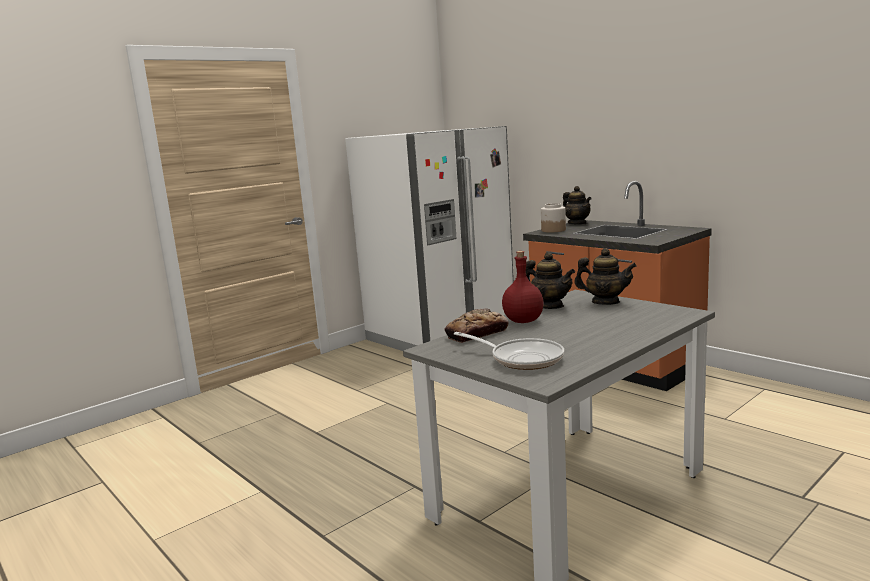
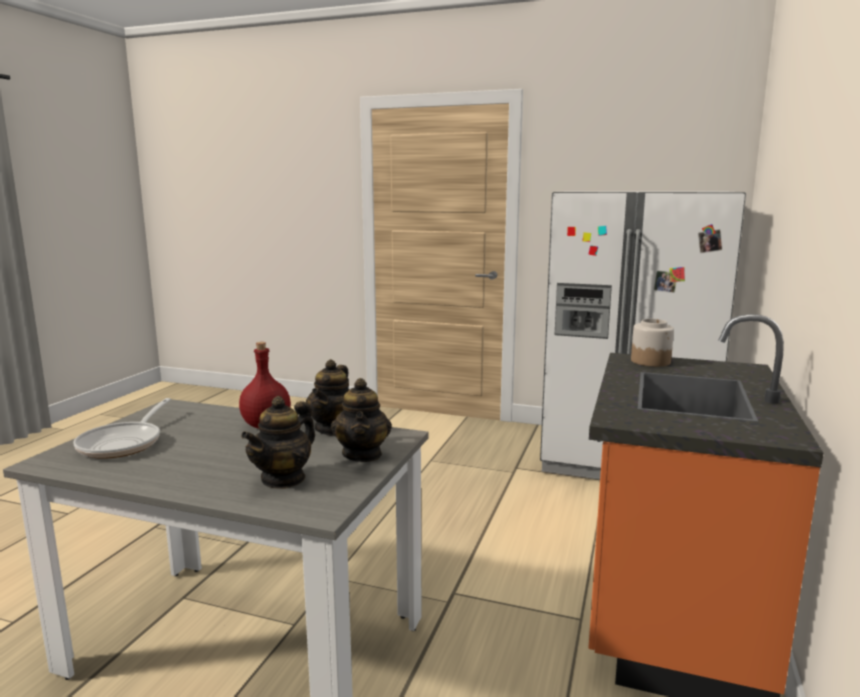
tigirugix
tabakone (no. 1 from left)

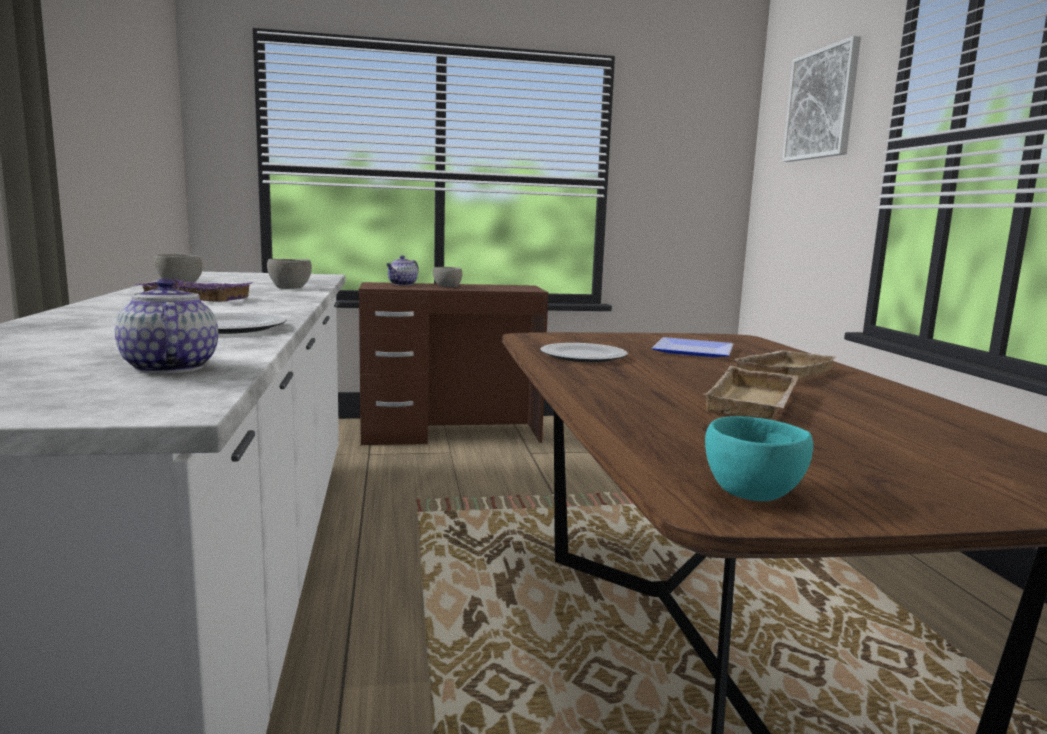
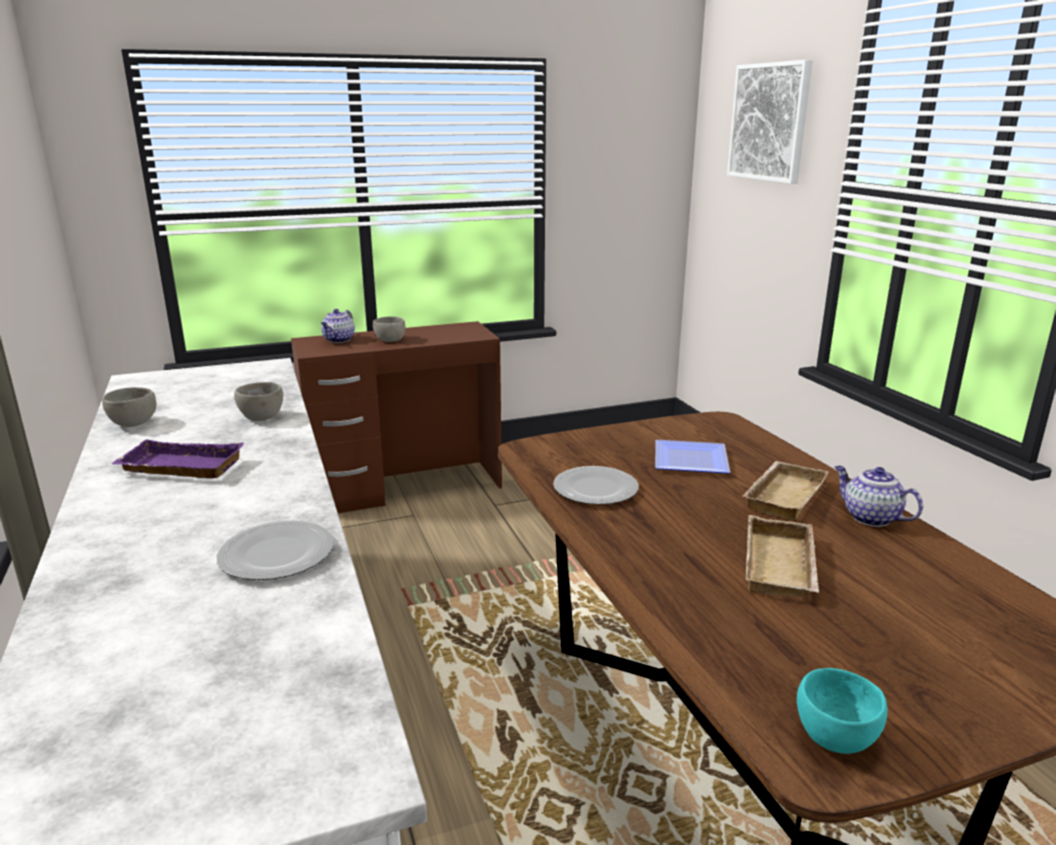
tabakone (no. 2 from left)

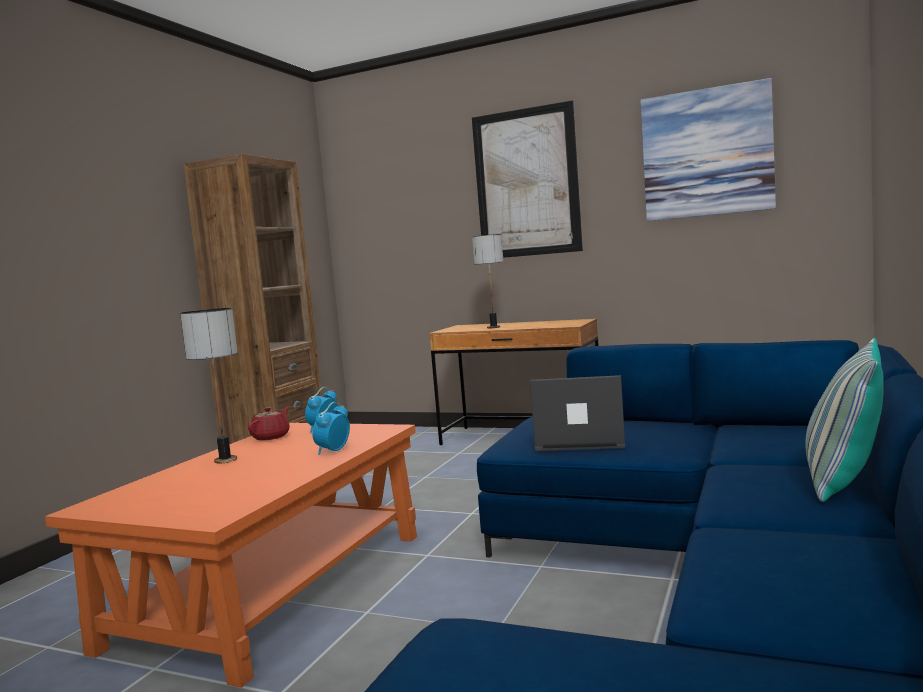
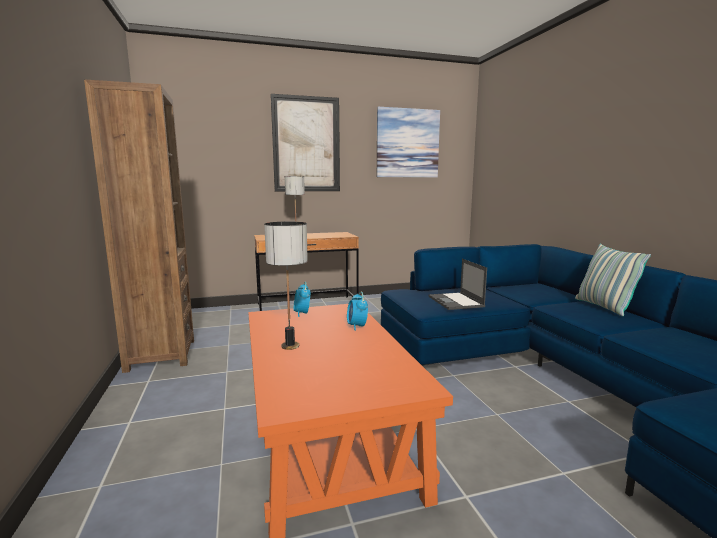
tabakone (red)
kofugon

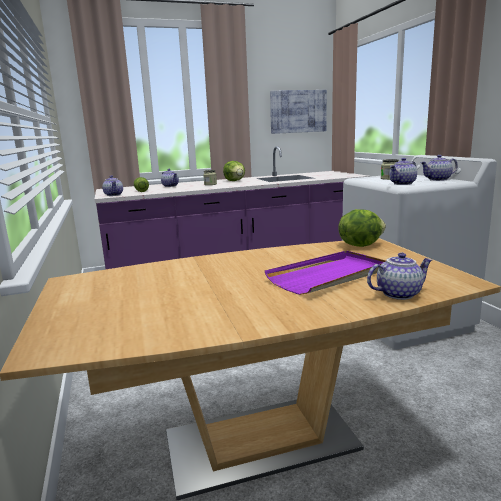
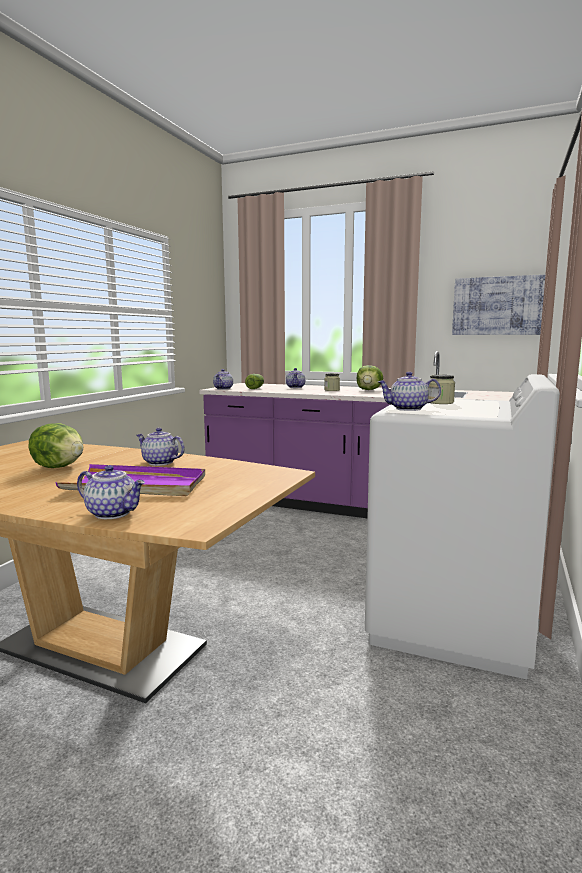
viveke (no. 1 from left)
tabakone (no. 2 from left)

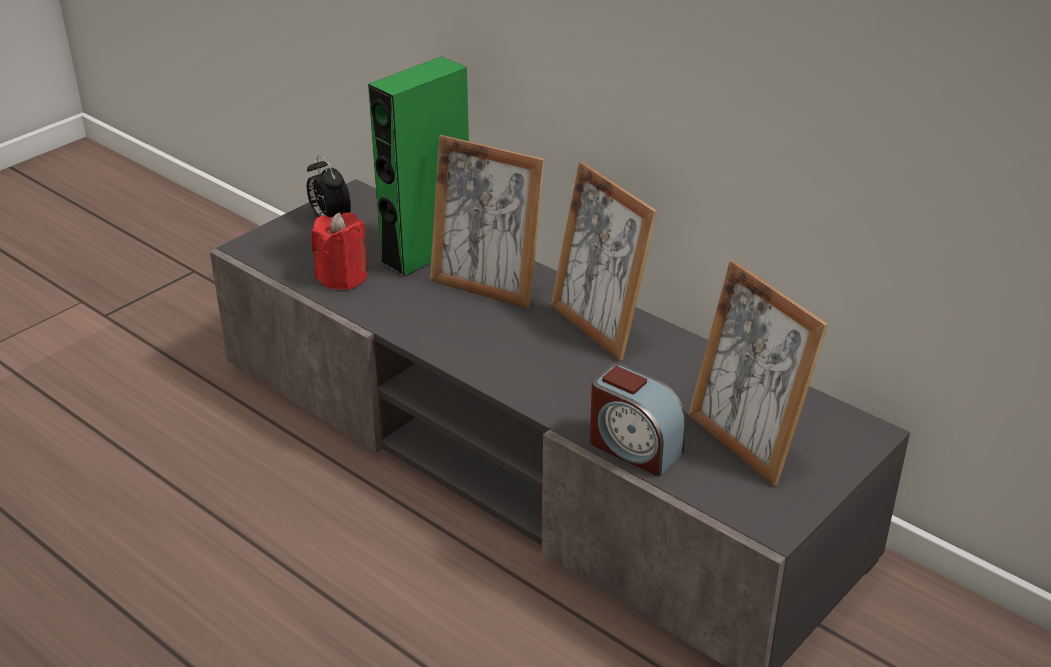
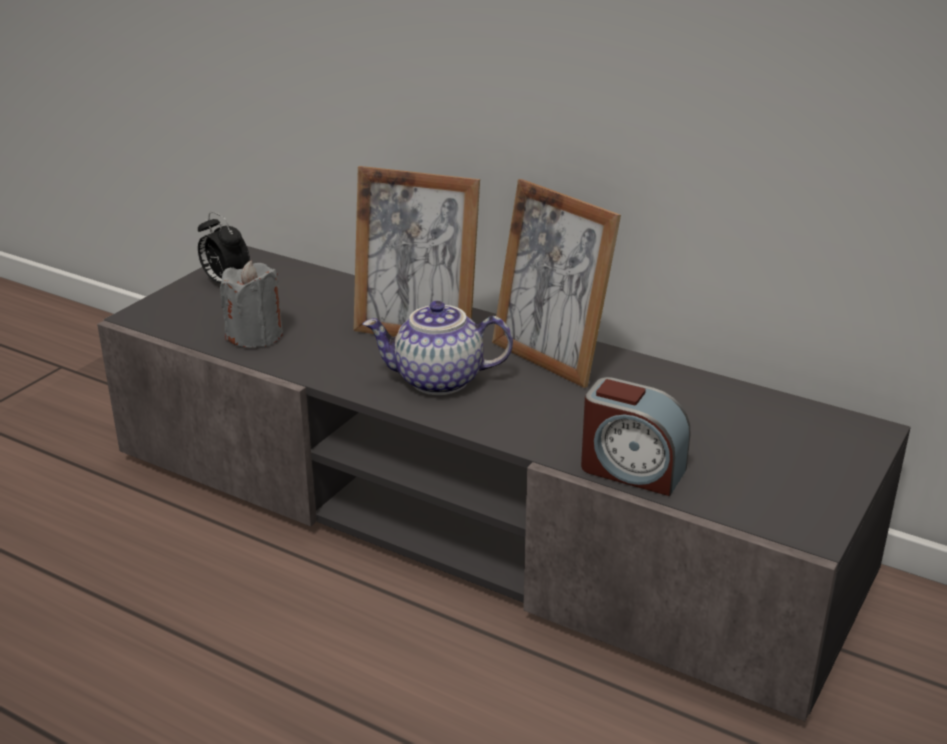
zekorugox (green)
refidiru (no. 3 from left in the first image)
tabakone
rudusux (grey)

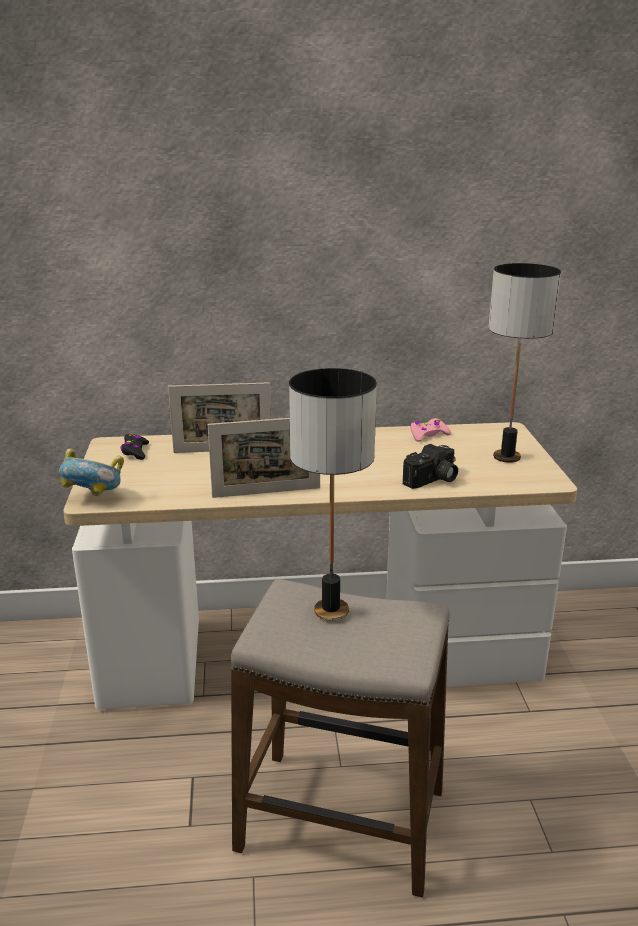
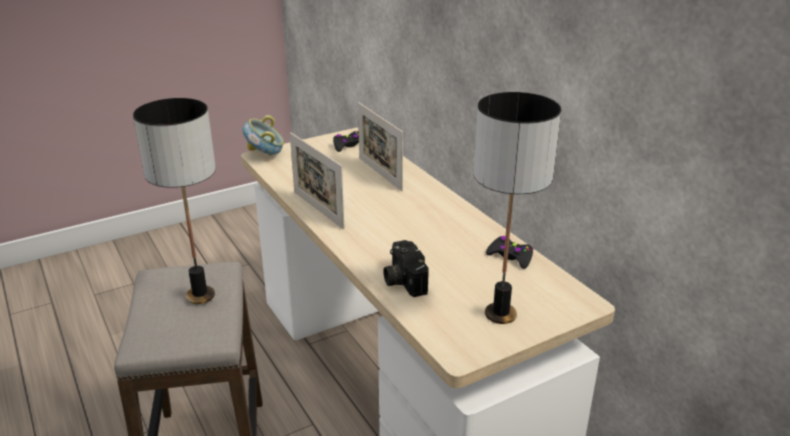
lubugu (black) (no. 2 from left)
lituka

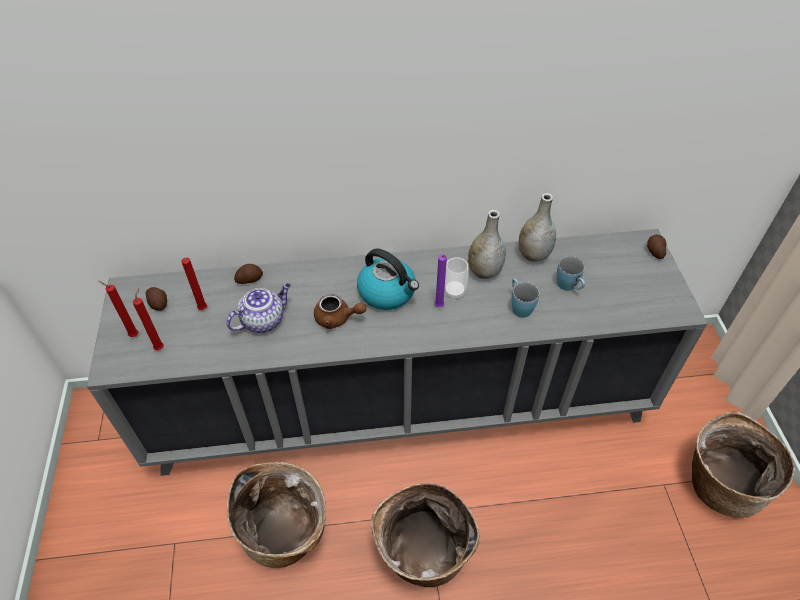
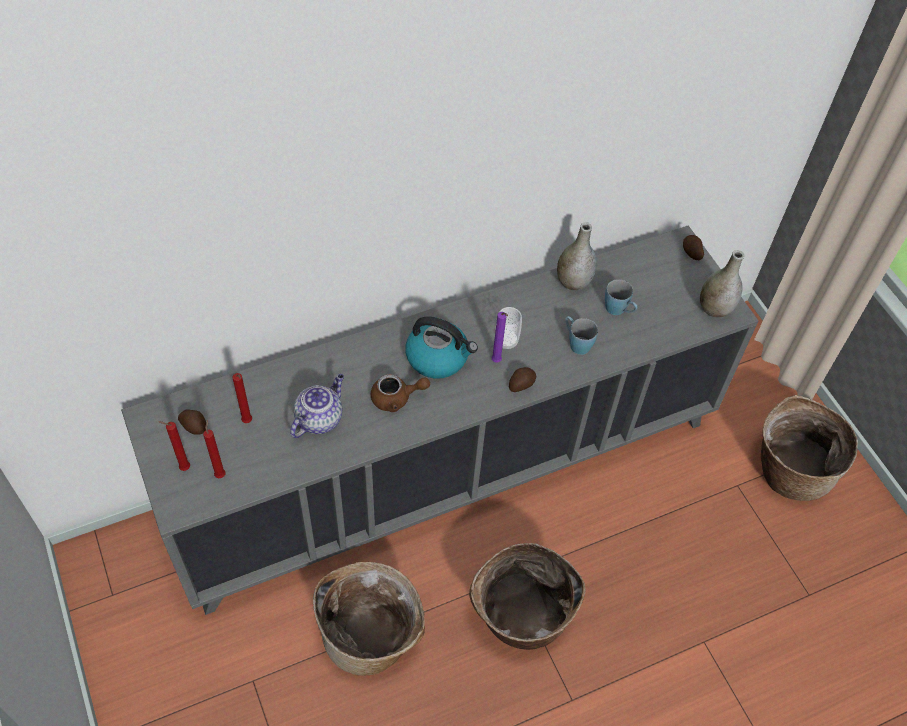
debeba (no. 2 from left)
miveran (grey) (no. 2 from left)

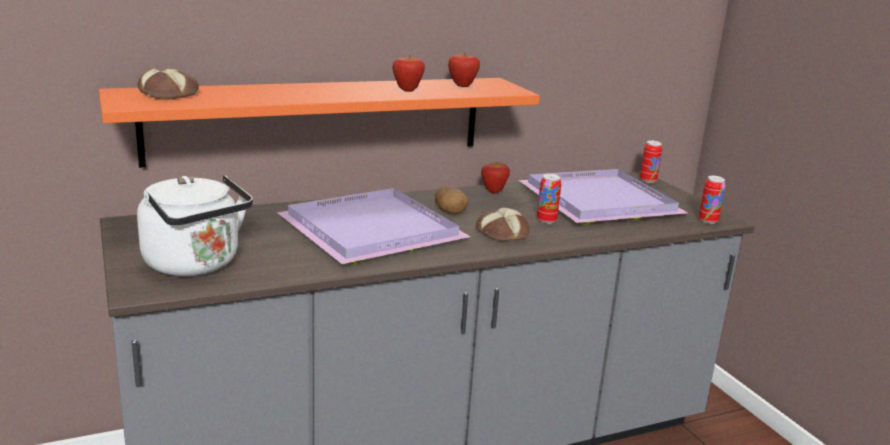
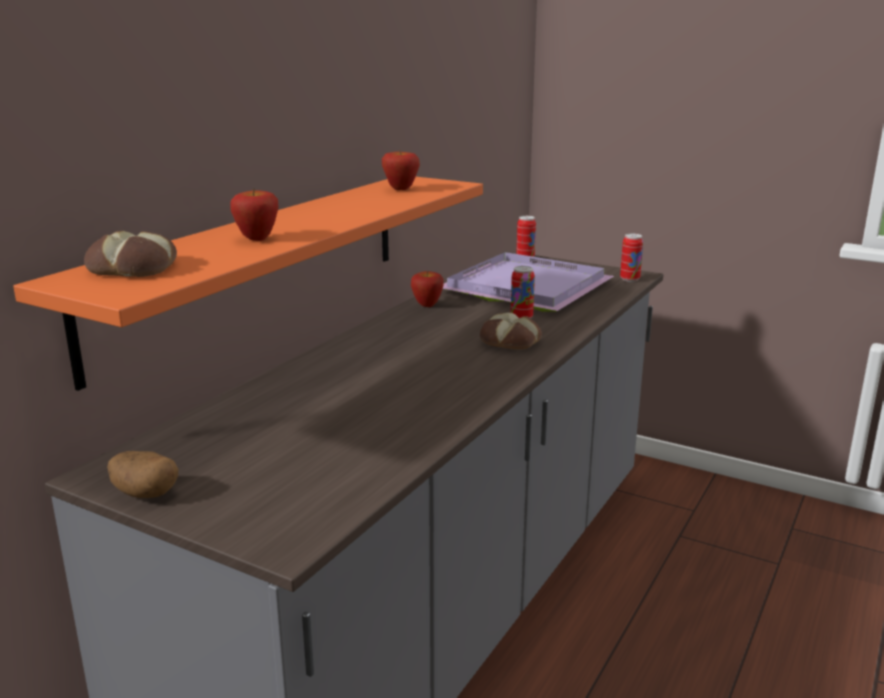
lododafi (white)
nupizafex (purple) (no. 1 from left in the first image)
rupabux (no. 1 from left)
debeba

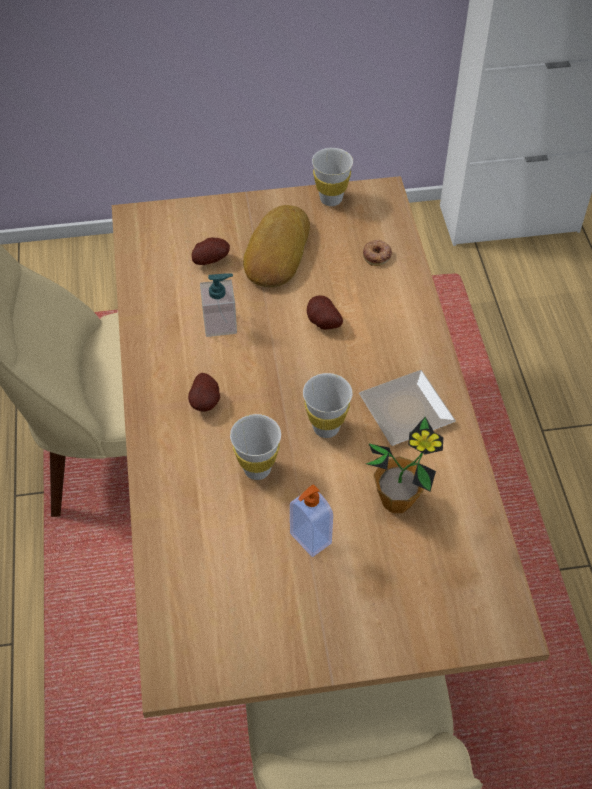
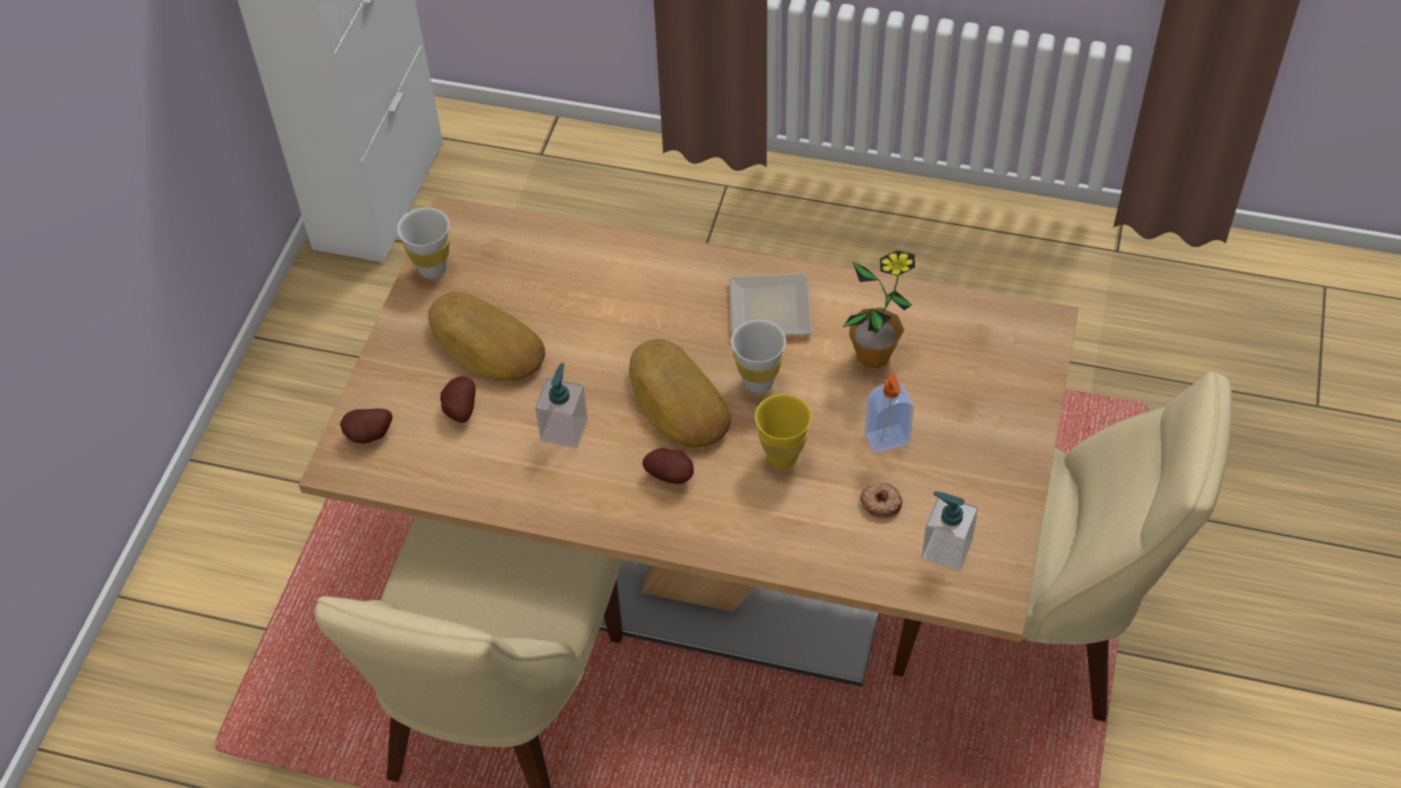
tigirugix (no. 2 from left)
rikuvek (no. 3 from left)
debeba (no. 1 from left)
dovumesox
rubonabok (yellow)

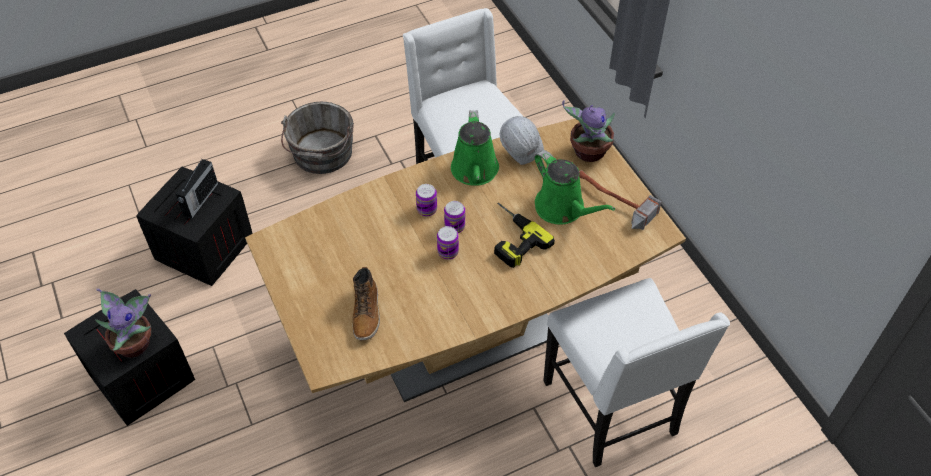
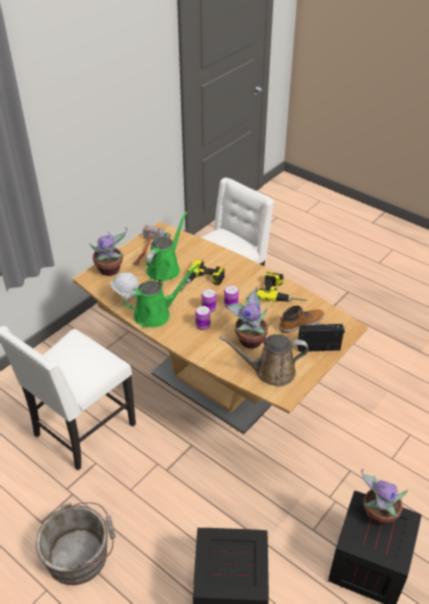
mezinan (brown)
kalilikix (no. 2 from left)
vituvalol (no. 2 from left)
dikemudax

